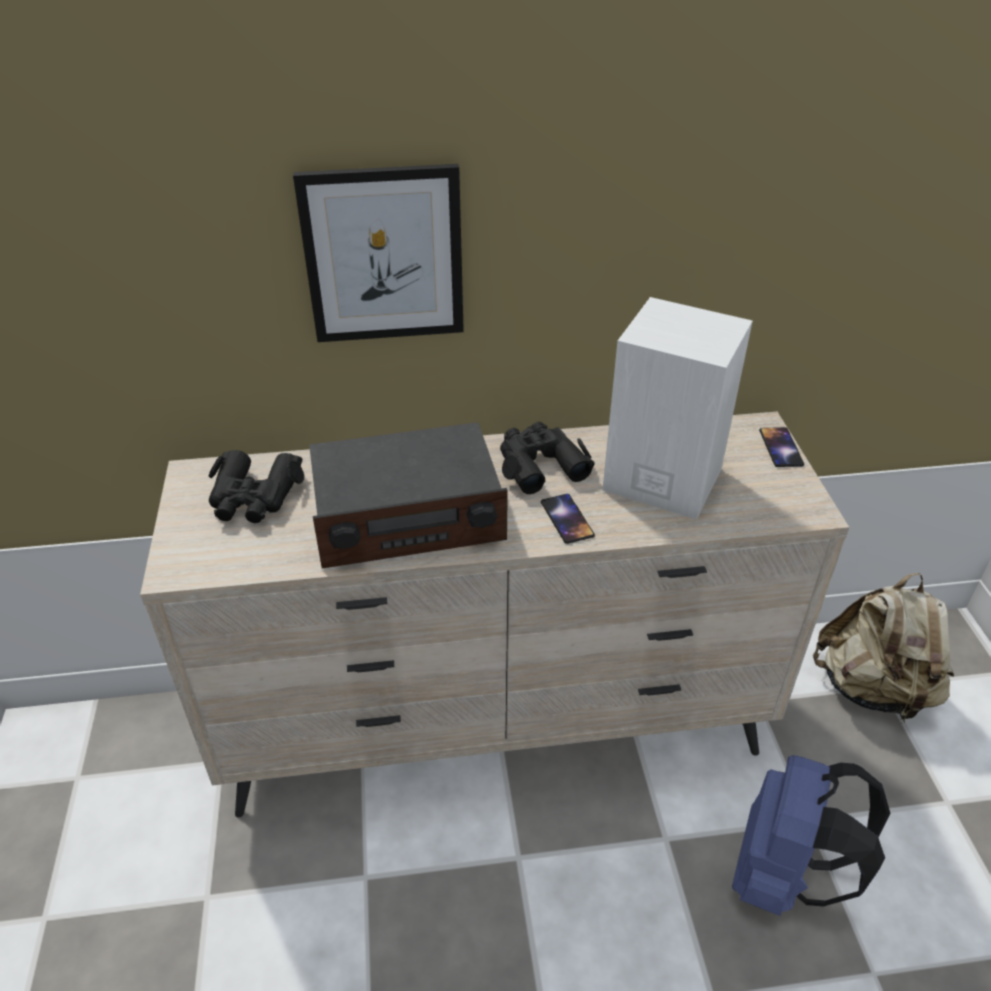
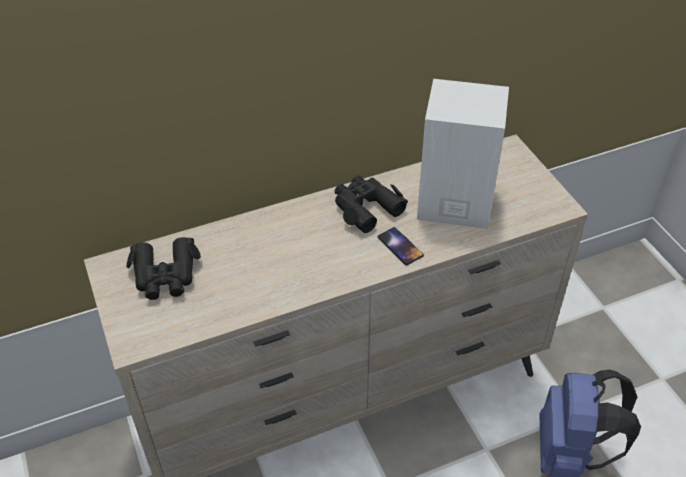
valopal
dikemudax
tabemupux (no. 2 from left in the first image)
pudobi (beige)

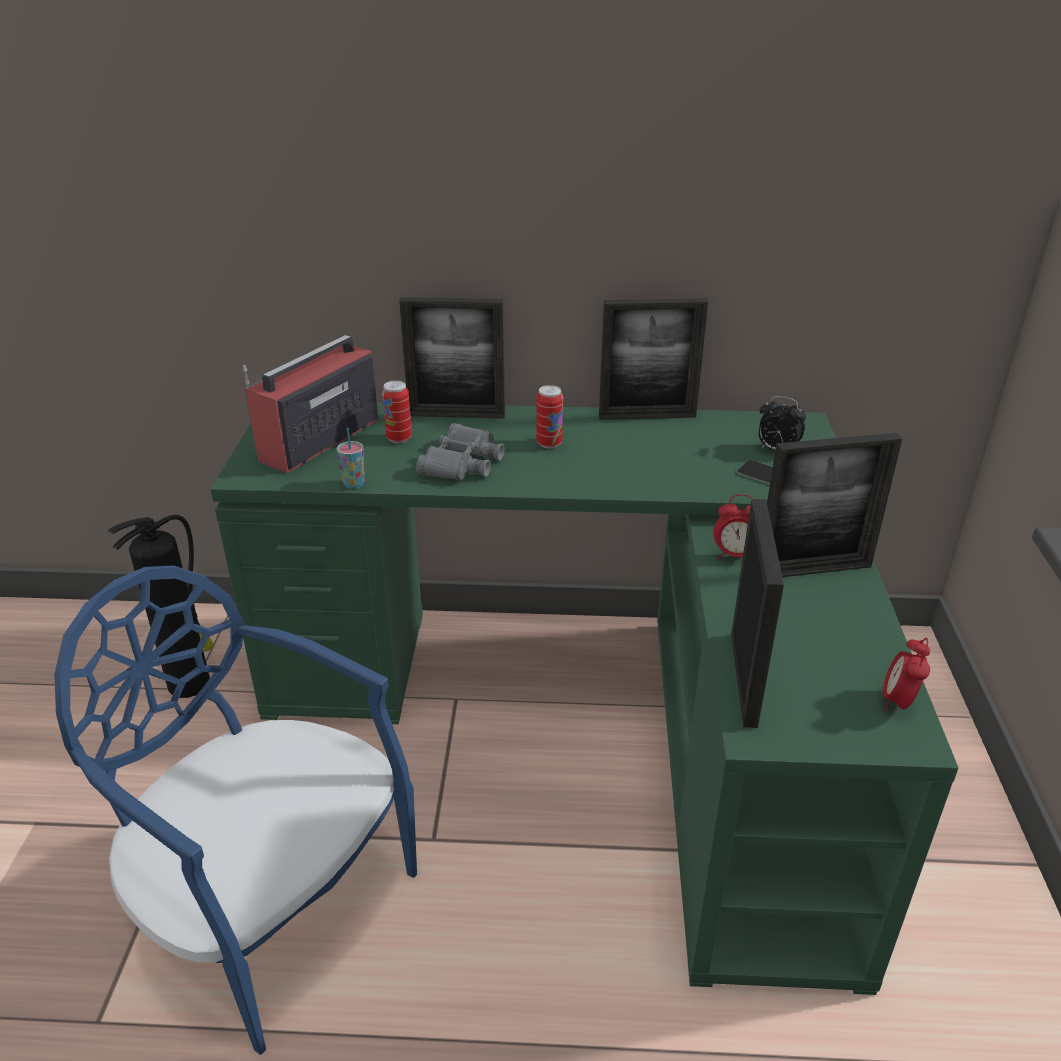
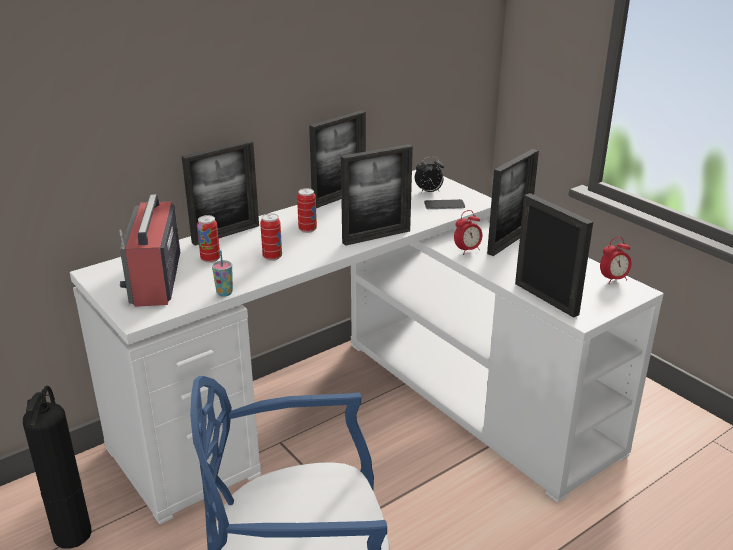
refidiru (no. 3 from left)
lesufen (no. 2 from left)
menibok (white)
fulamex (no. 3 from left)

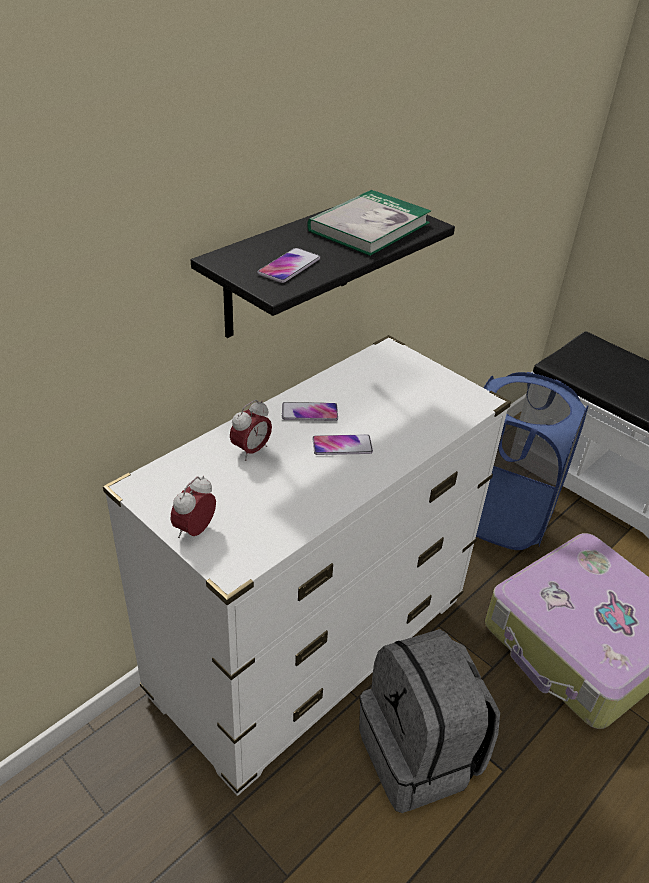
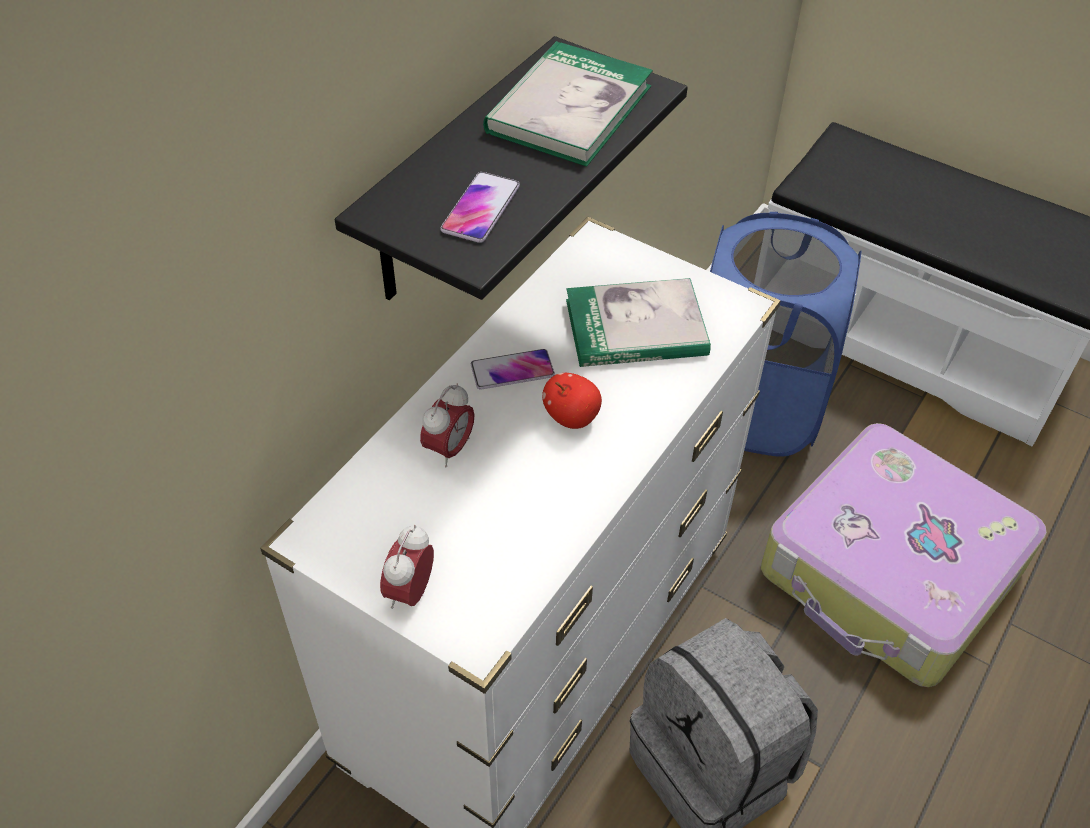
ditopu (no. 2 from left)
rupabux

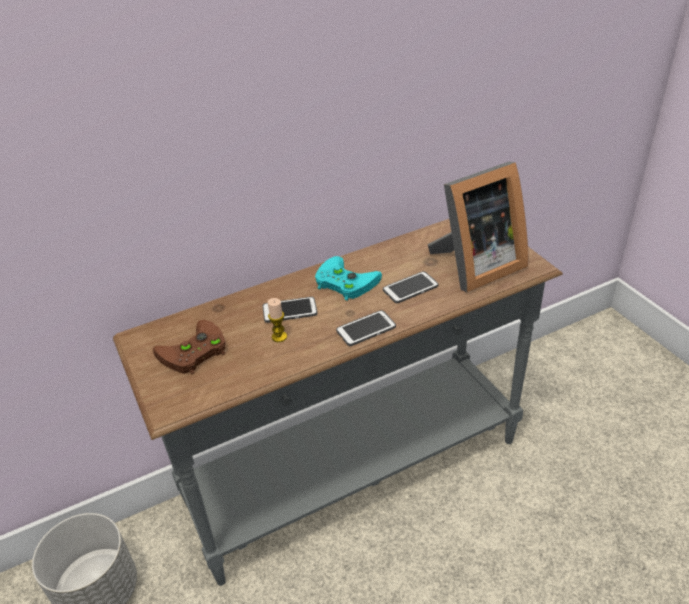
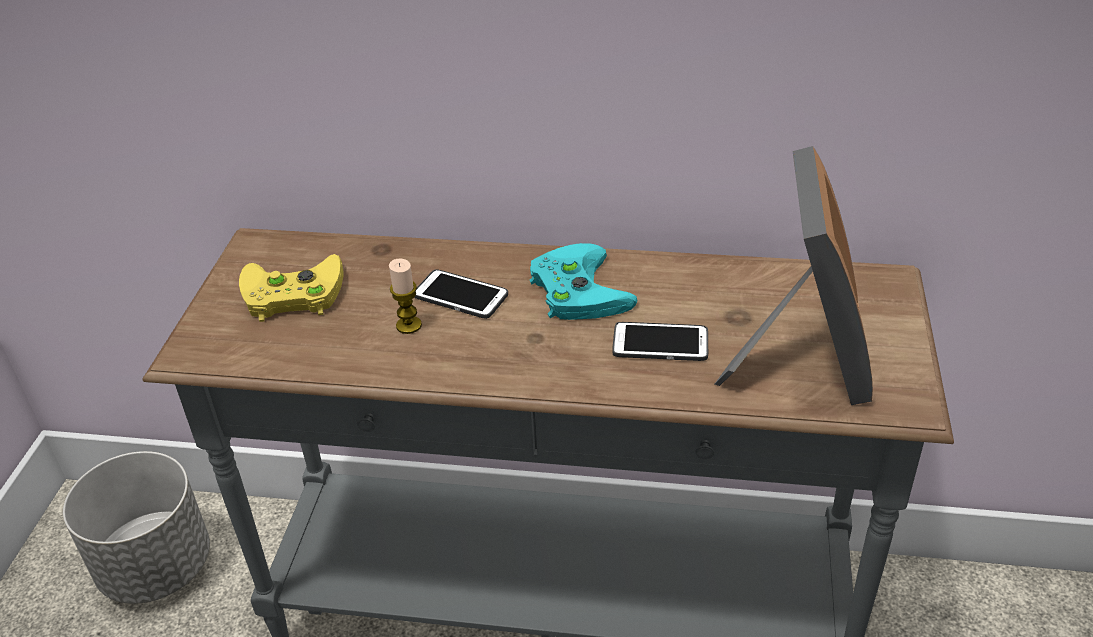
tabemupux (no. 2 from left in the first image)
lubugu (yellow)
refidiru

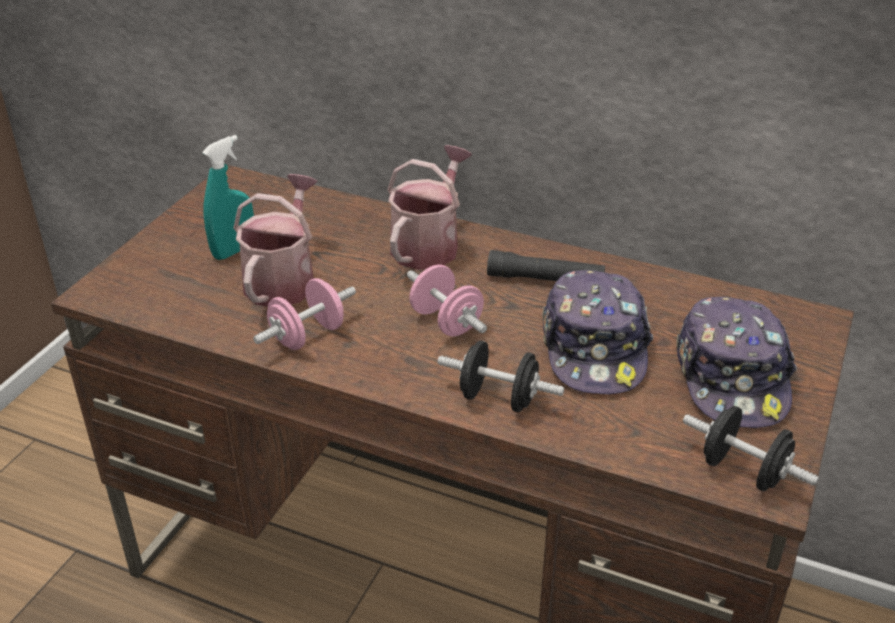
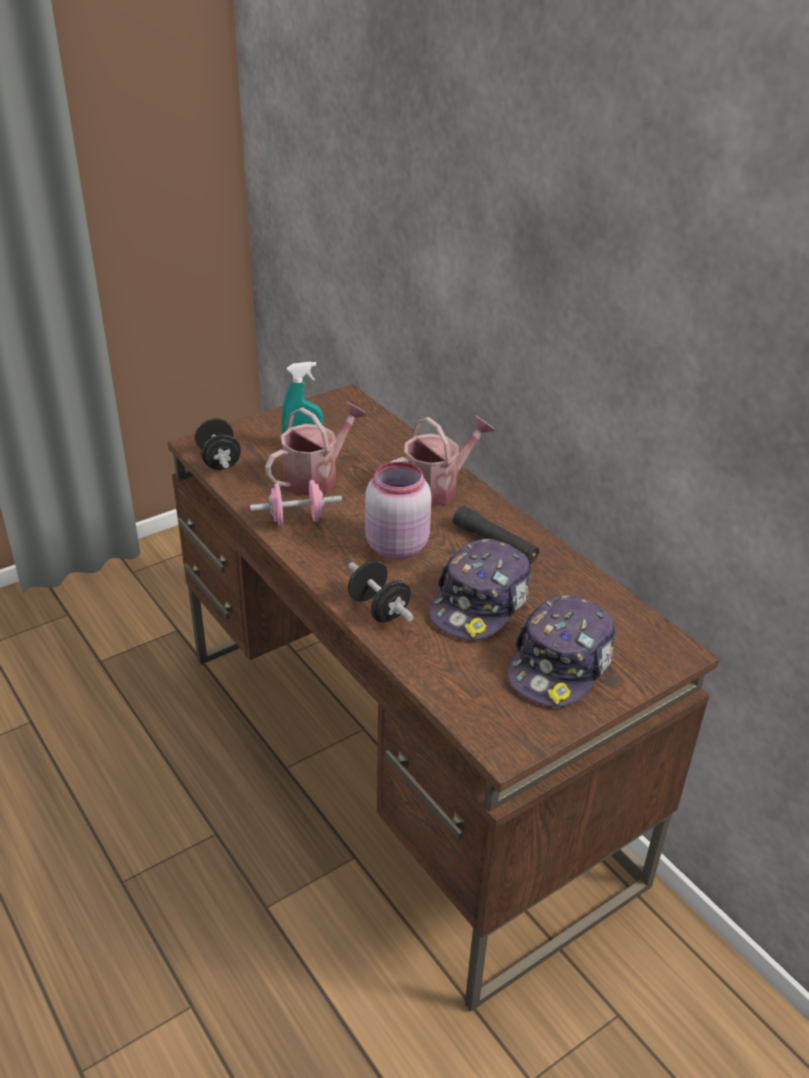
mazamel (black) (no. 1 from left)
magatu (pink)

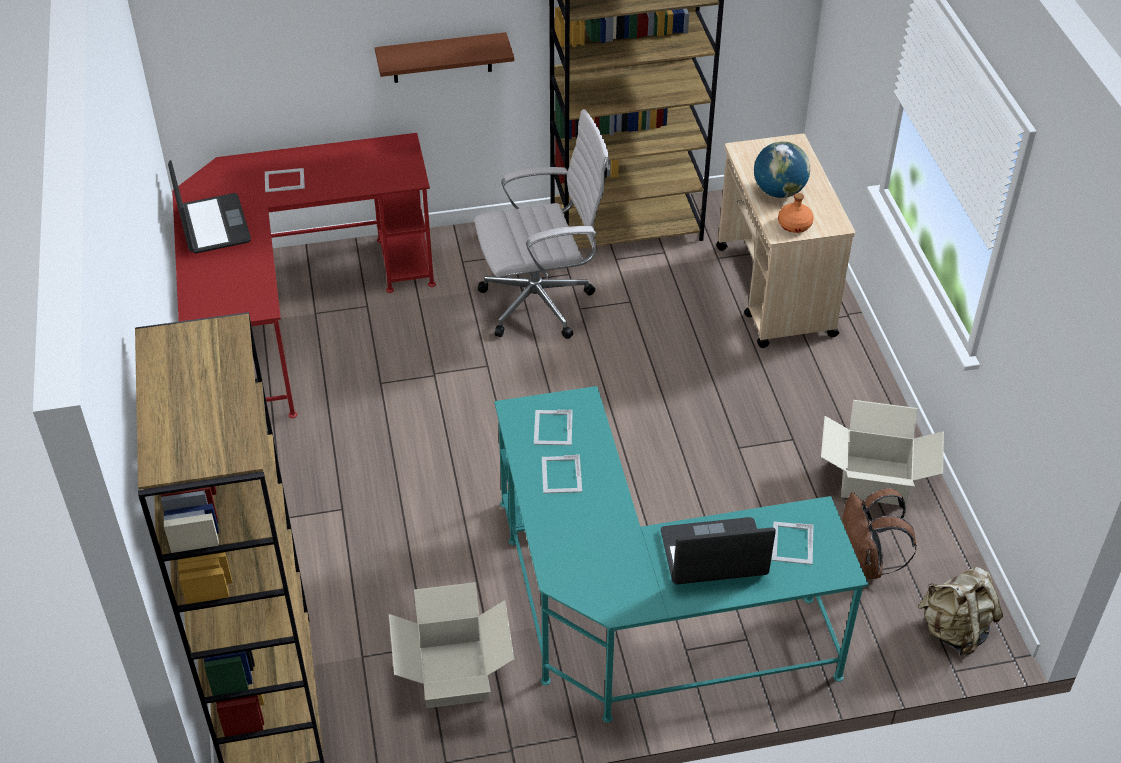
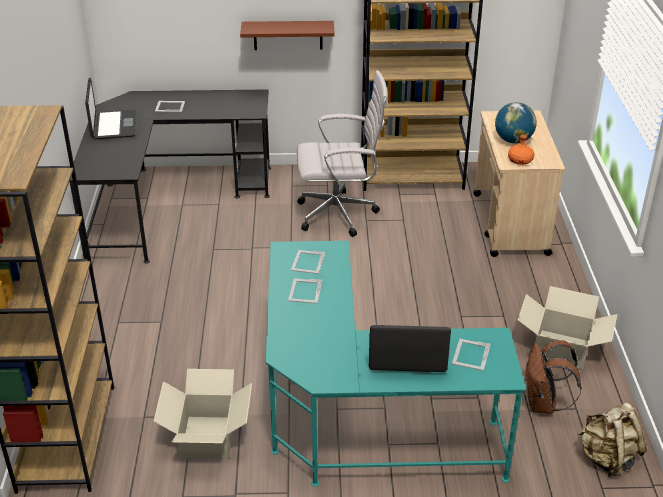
menibok (black)

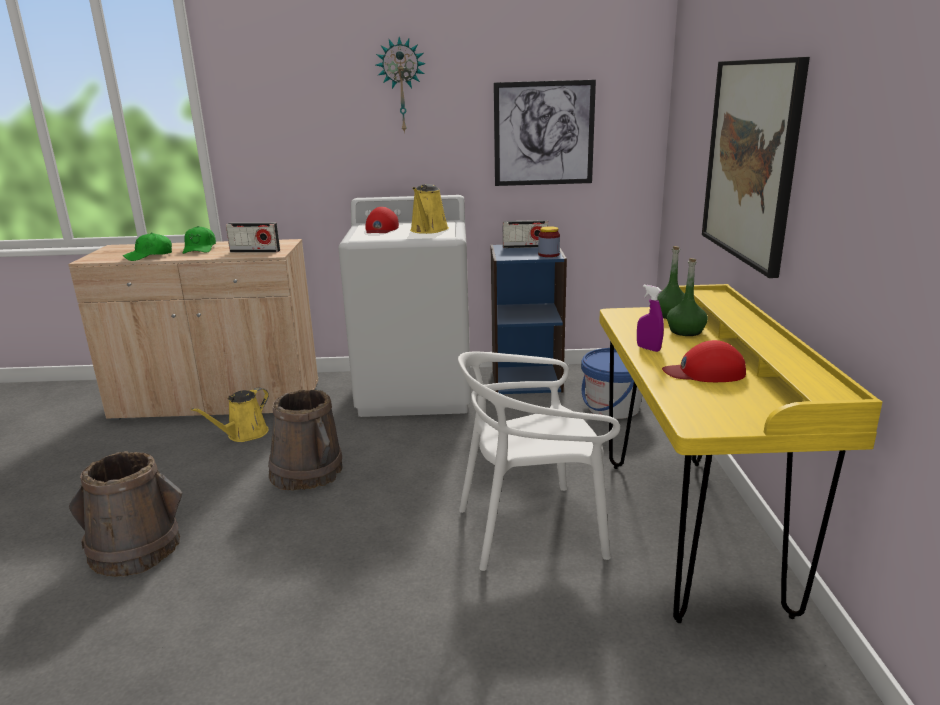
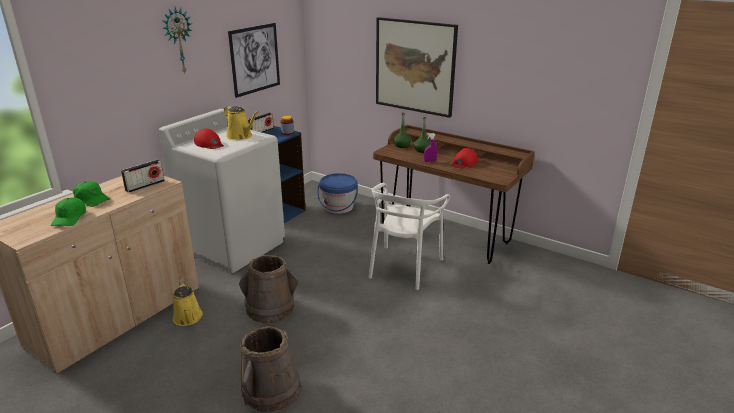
menibok (brown)

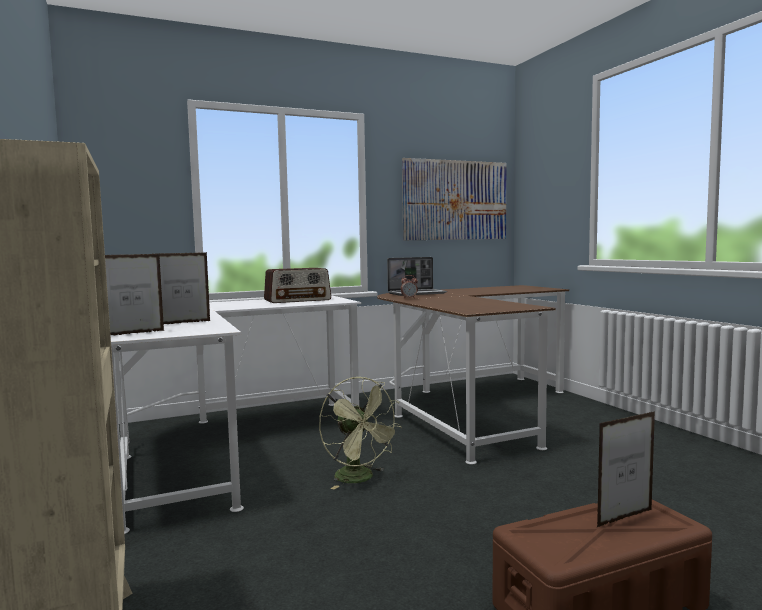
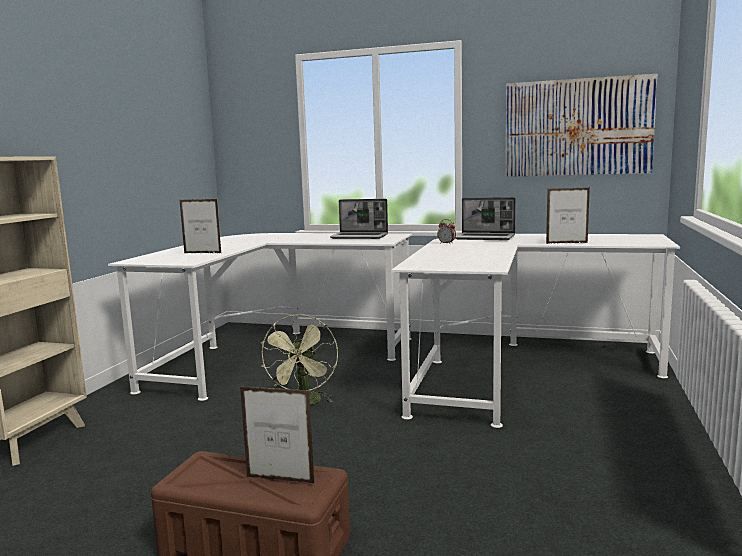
refidiru (no. 3 from left)
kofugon (no. 1 from left)
menibok (white) (no. 2 from left)

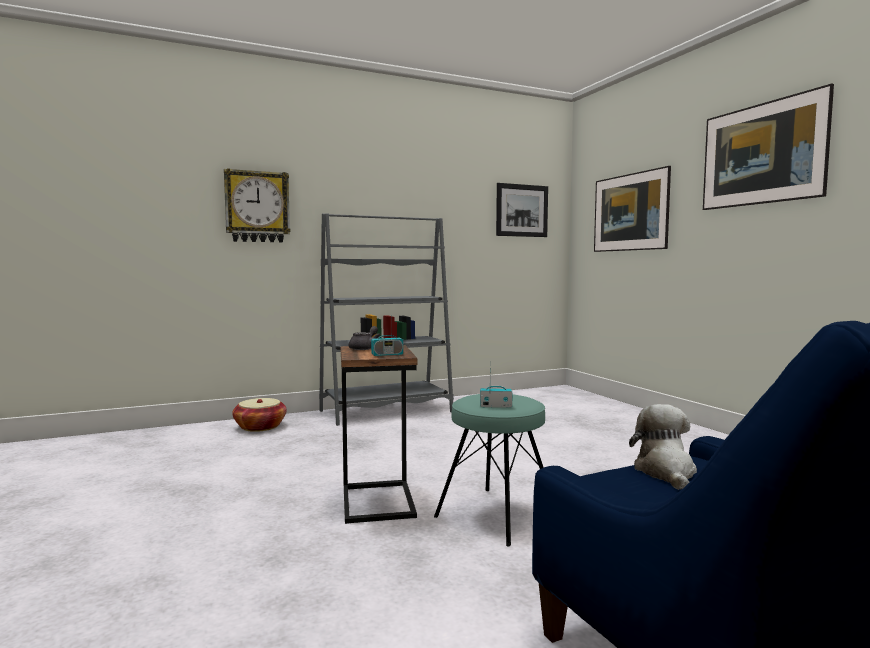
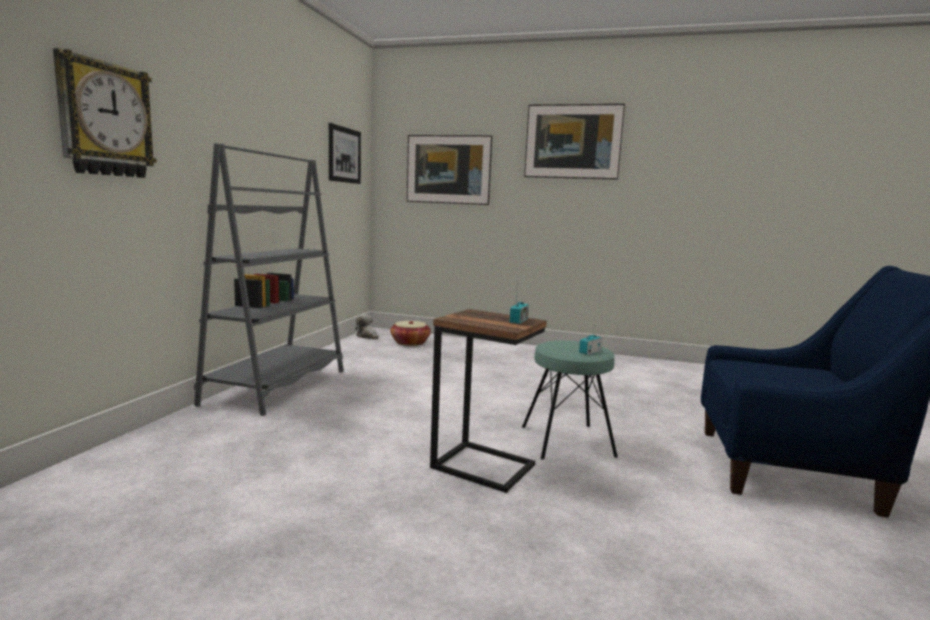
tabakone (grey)
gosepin
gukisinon

